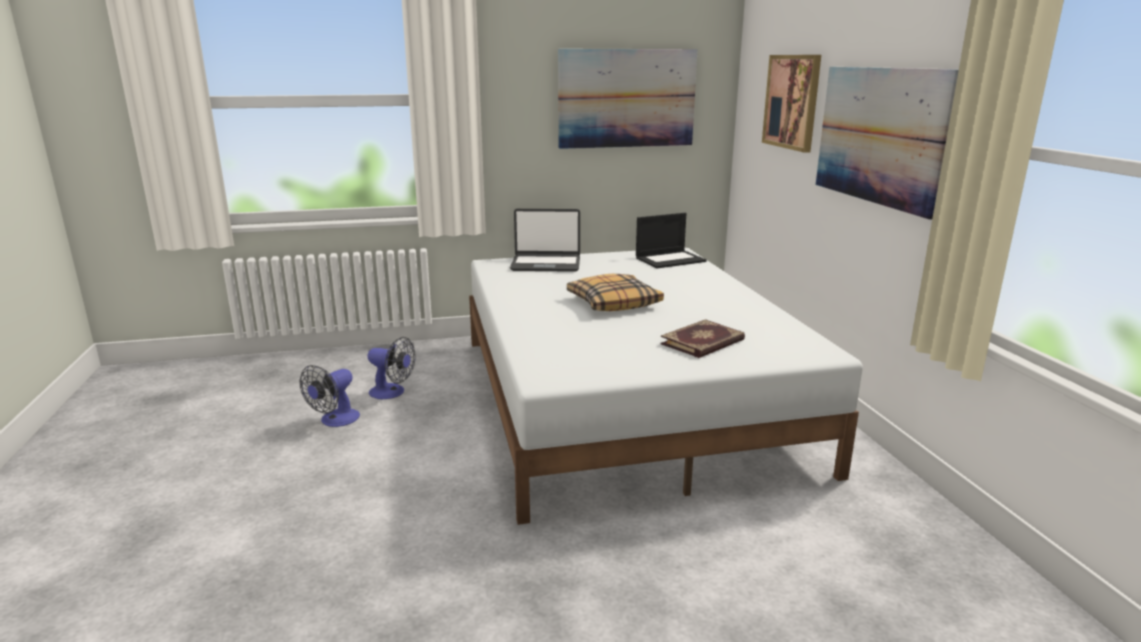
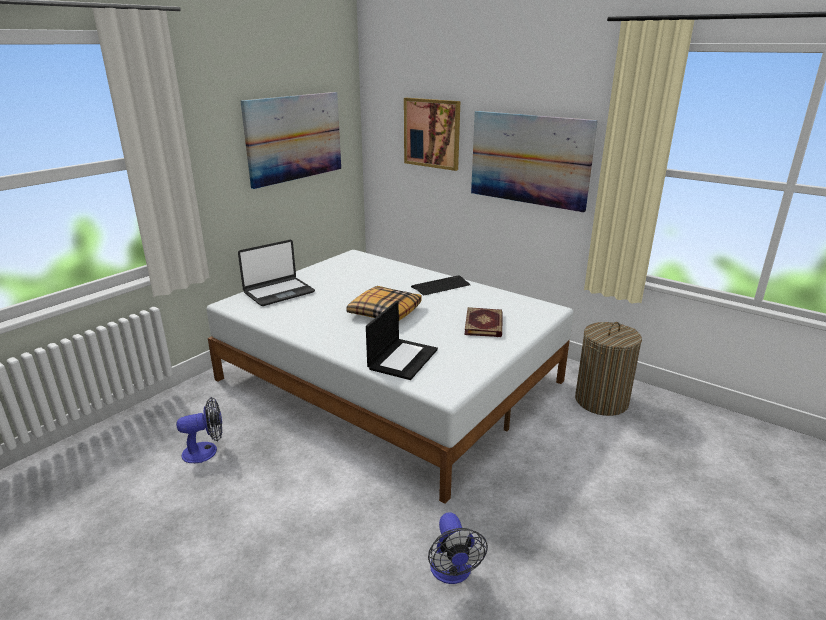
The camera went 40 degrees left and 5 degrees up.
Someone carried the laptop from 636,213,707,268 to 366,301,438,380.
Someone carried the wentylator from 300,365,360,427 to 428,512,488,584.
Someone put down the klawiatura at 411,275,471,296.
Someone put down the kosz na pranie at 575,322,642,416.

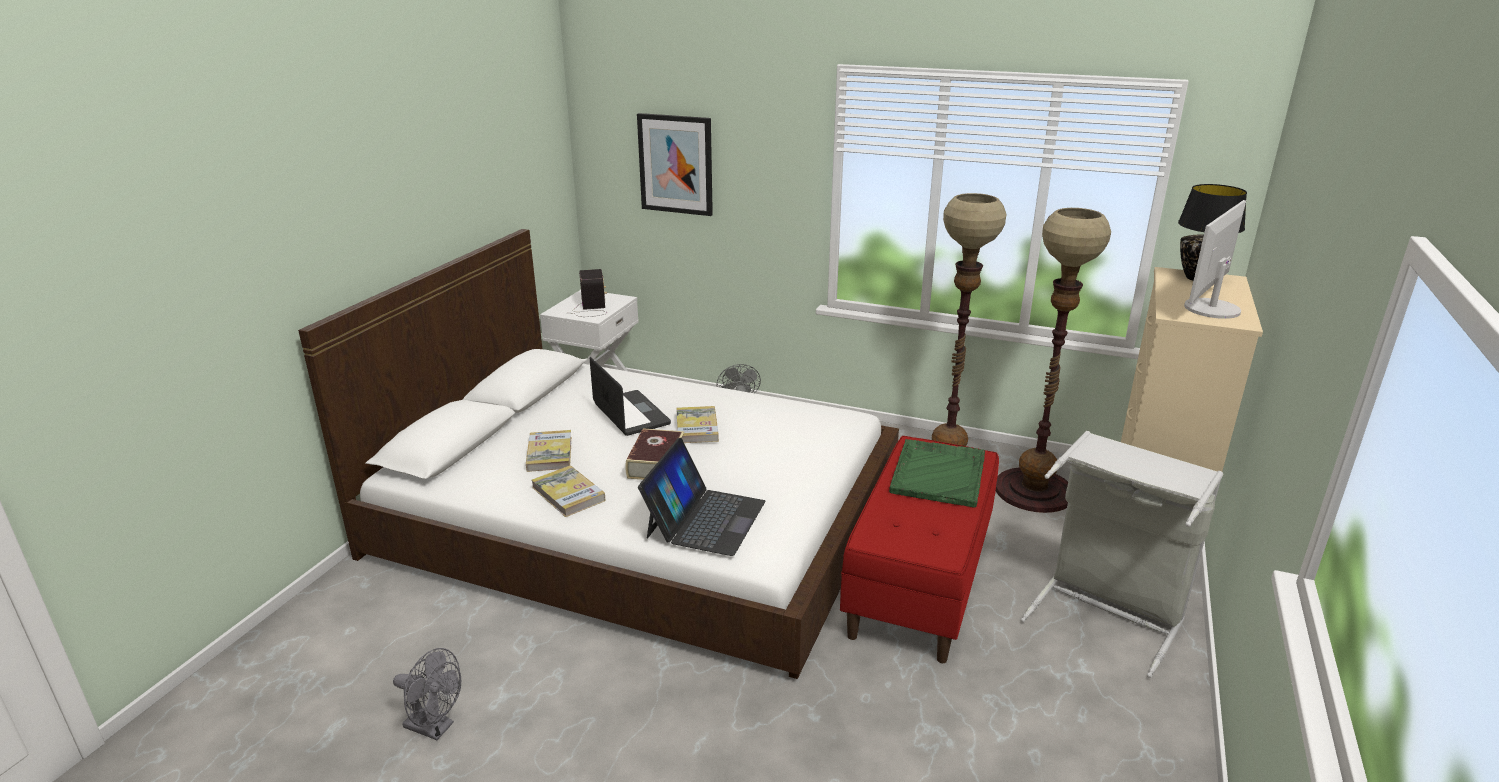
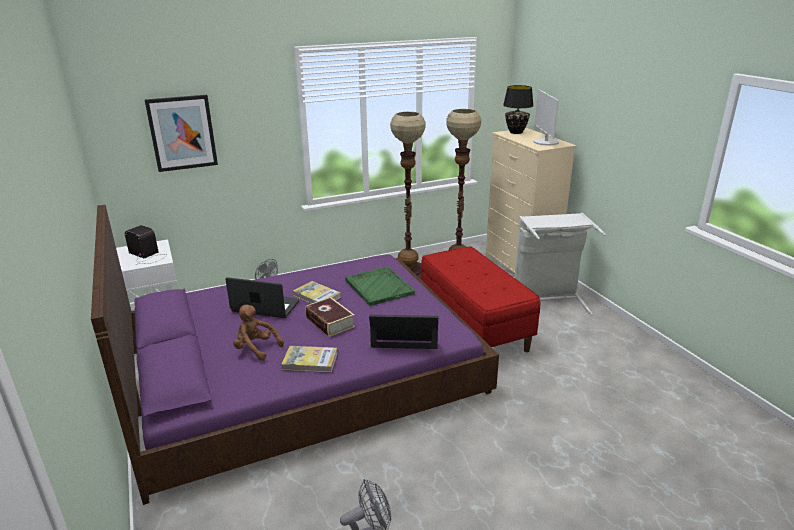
The camera went 45 degrees left and 0 degrees up.
Someone repainted the łóżko [biały] at 298,229,899,679, which became the łóżko [fioletowy] at 91,205,499,505.
Someone swapped the książka at 526,430,572,472 for the pluszak [brązowy] at 233,305,284,361.
Someone rotated the laptop at 638,438,766,556 by 60 degrees counterclockwise.
Someone carried the taca [zielony] from 889,439,985,508 to 345,266,415,306.

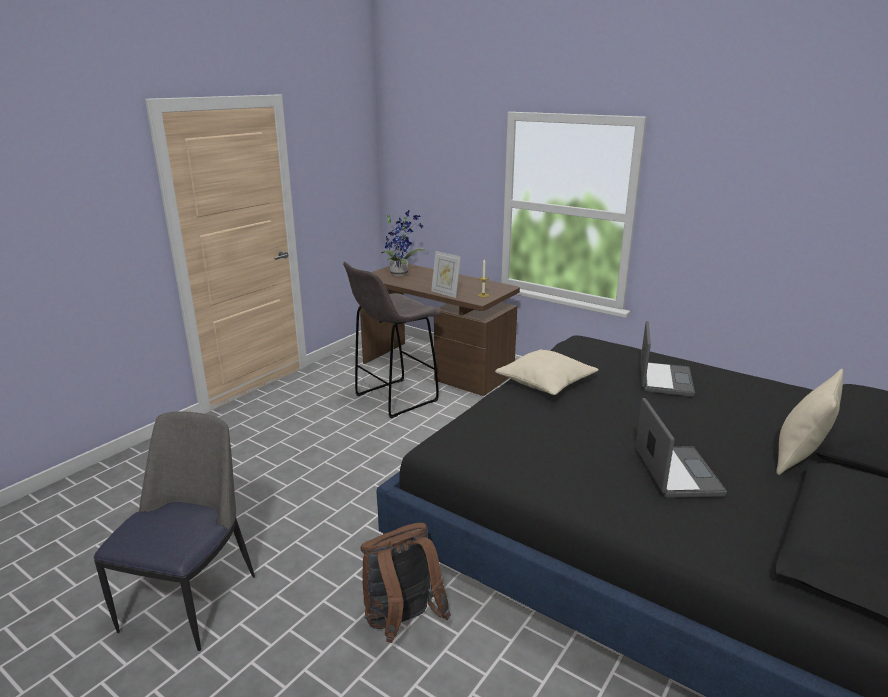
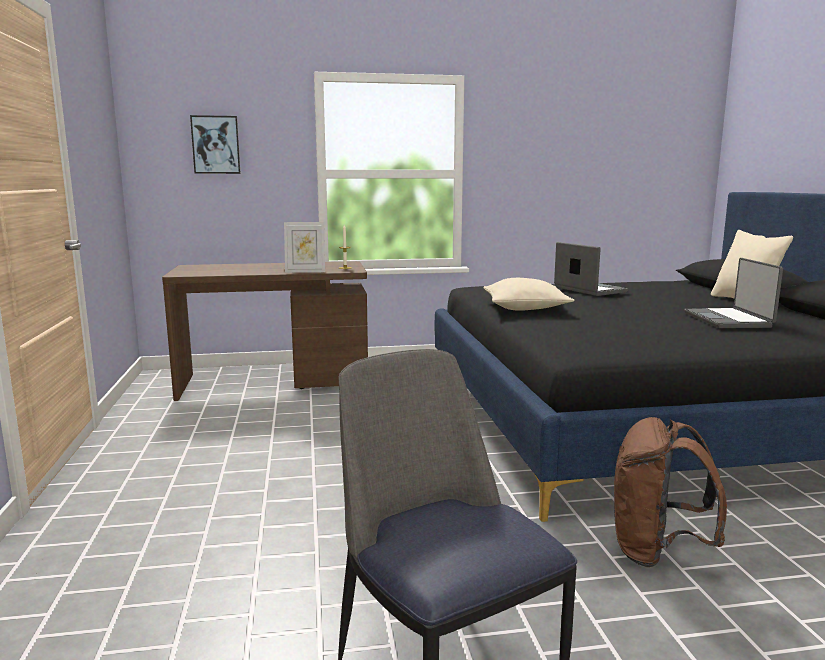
The camera went 45 degrees left and 10 degrees down.
Someone took away the roślina doniczkowa at 381,210,425,276.
Someone took away the stołek [szary] at 343,262,441,419.
Someone rotated the laptop at 635,398,727,498 by 135 degrees counterclockwise.
Someone put up the obraz at 190,115,241,174.

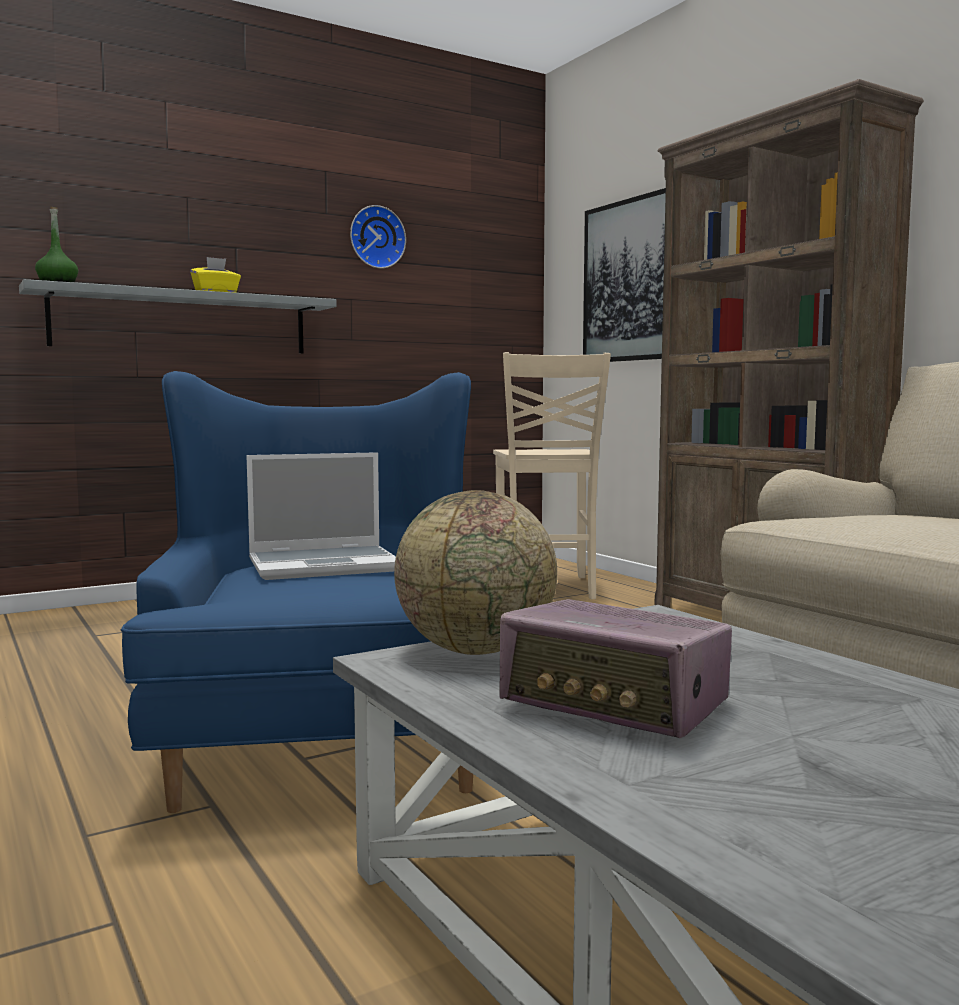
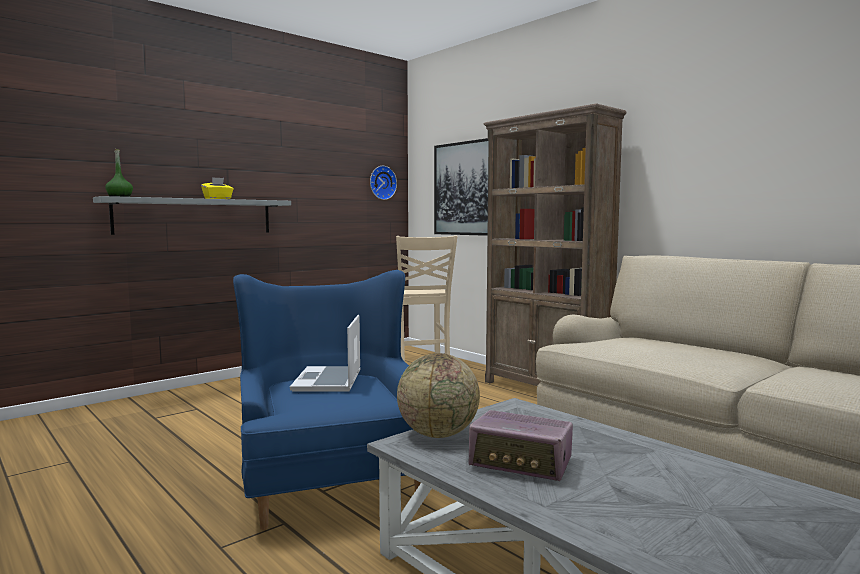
The camera went 10 degrees left and 0 degrees up.
Someone carried the zegar ścienny from 350,205,406,268 to 370,166,397,200.
Someone rotated the laptop at 246,452,396,580 by 120 degrees clockwise.

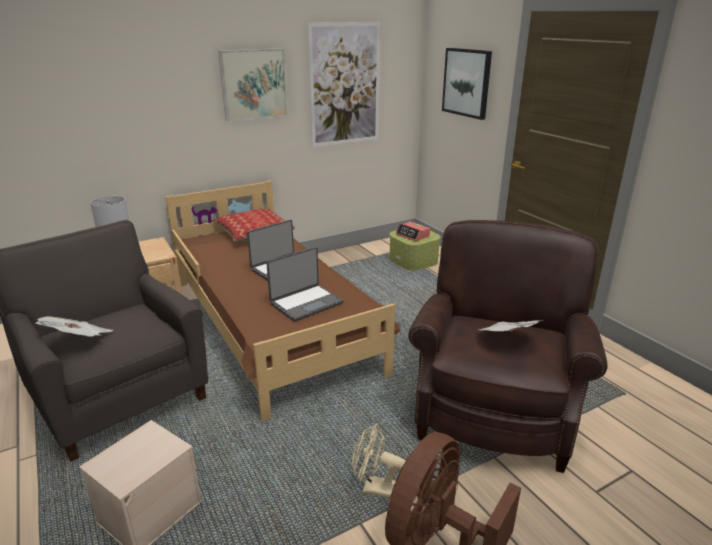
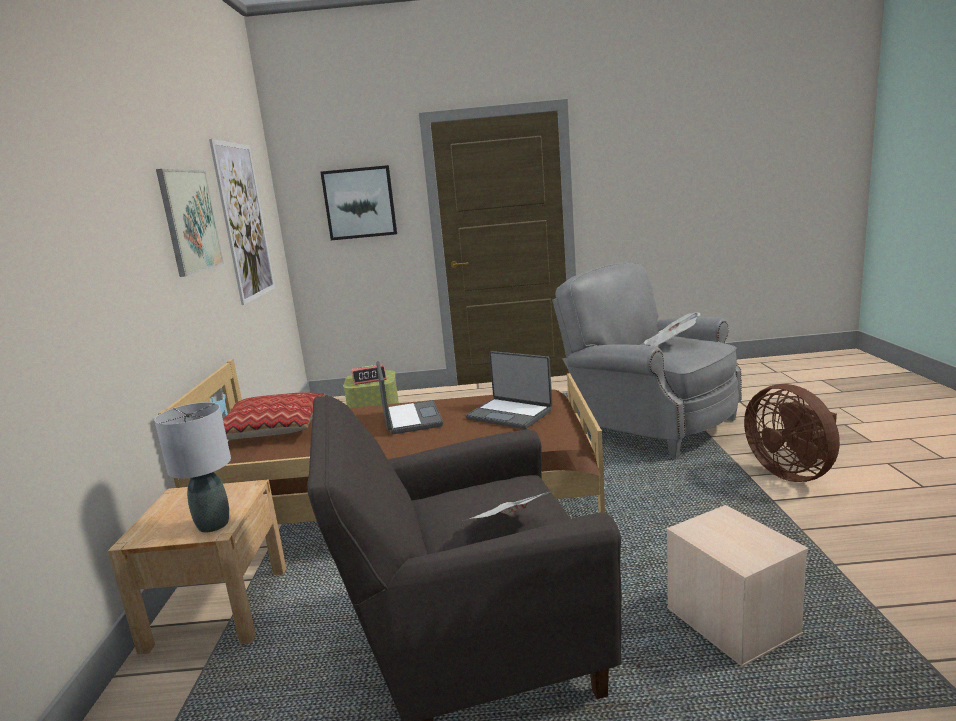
The camera went 60 degrees left and 10 degrees down.
Someone repainted the fotel [brązowy] at 408,220,608,473, which became the fotel [szary] at 552,262,742,459.
Someone rotated the laptop at 266,247,343,322 by 135 degrees clockwise.
Someone took away the wentylator [beżowy] at 352,424,406,498.

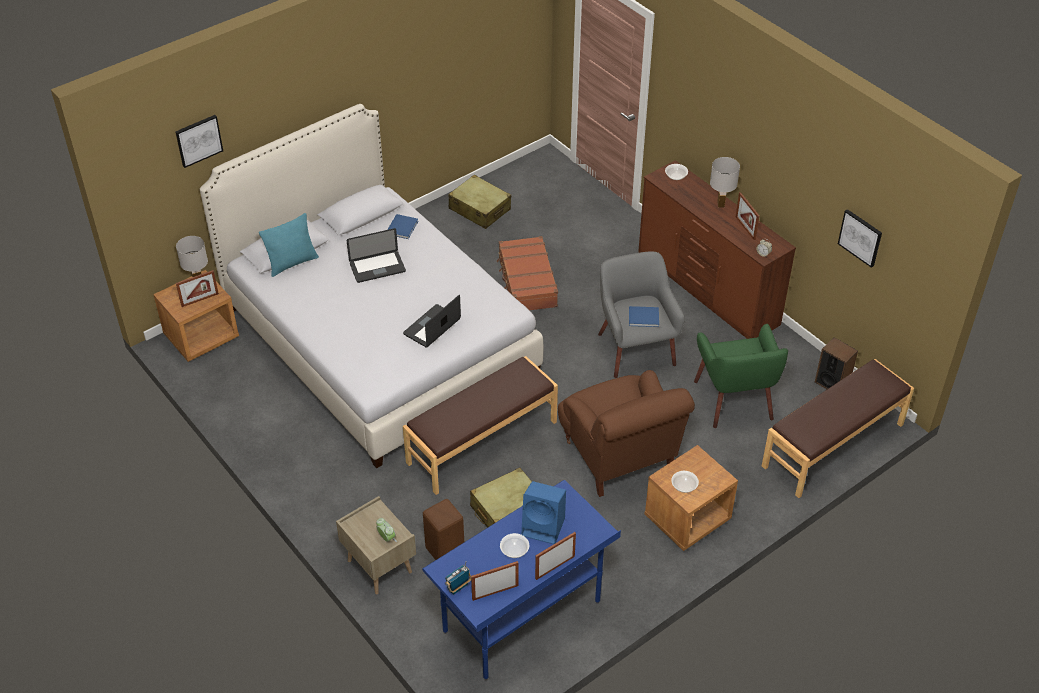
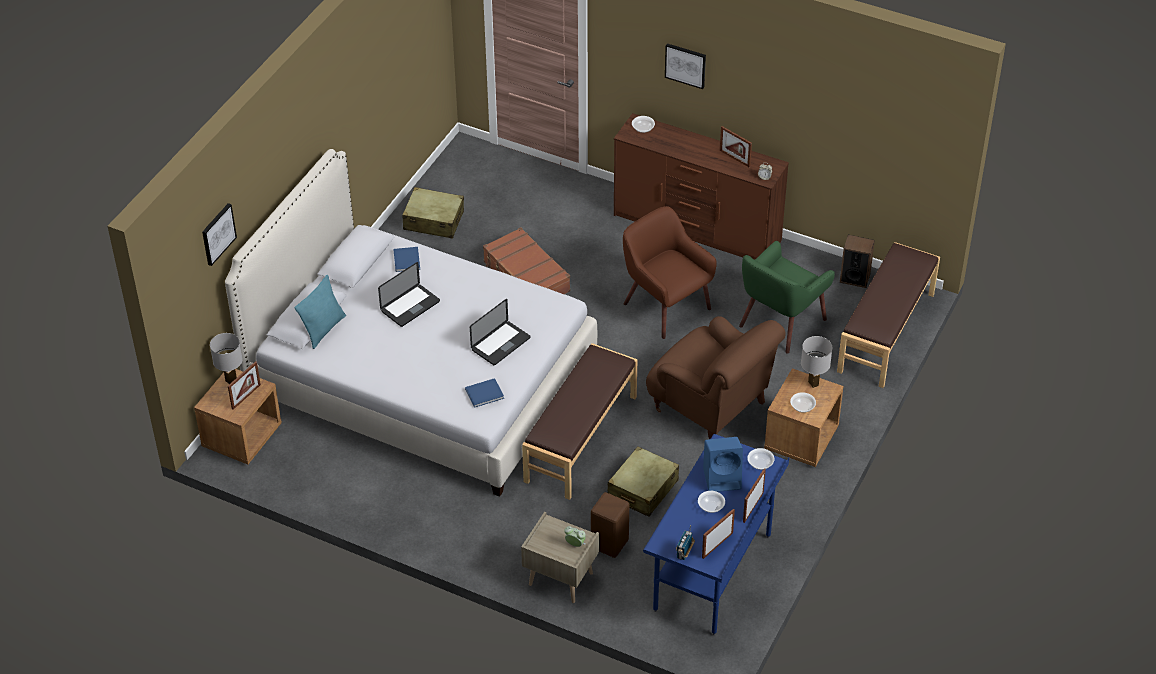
The camera went 25 degrees left and 0 degrees up.
Someone carried the lampa stołowa [biały] from 710,157,740,207 to 801,336,832,388.
Someone carried the obraz from 838,209,882,268 to 665,43,706,89.
Someone repainted the fotel [szary] at 598,251,685,378, which became the fotel [brązowy] at 623,206,717,339.
Someone rotated the laptop at 403,295,461,348 by 150 degrees counterclockwise.
Someone carried the książka [niebieski] from 629,306,659,327 to 465,378,504,408.
Someone rotated the fotel [zielony] at 694,324,788,428 by 75 degrees clockwise.
Someone put down the miska at 747,448,775,470.

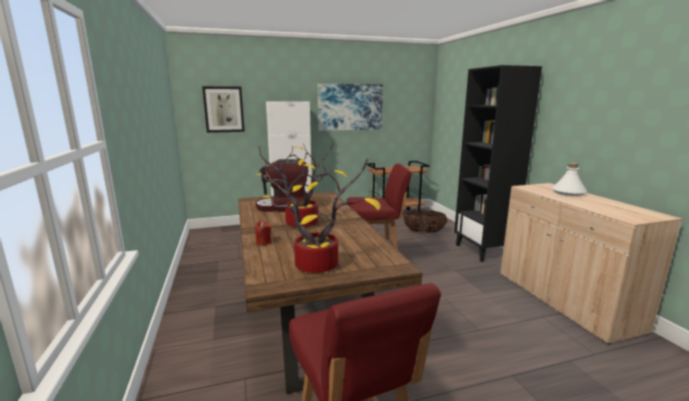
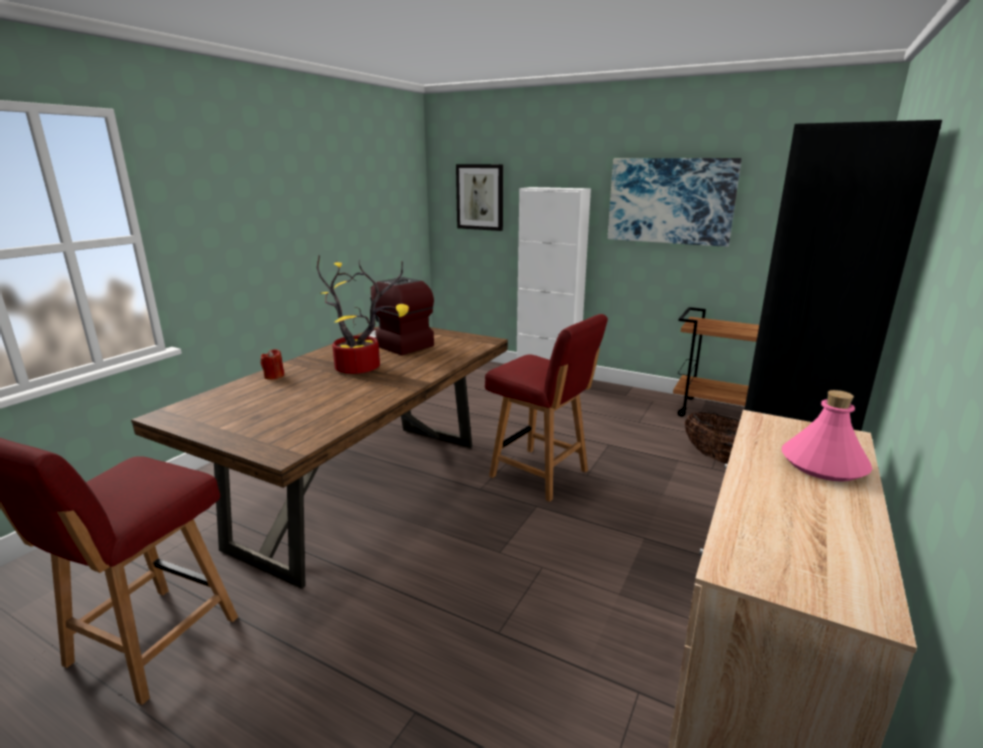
The camera went 45 degrees right and 5 degrees up.
Someone took away the roślina doniczkowa at 260,159,380,273.
Someone repainted the butelka [biały] at 552,163,587,196, which became the butelka [różowy] at 782,390,872,482.

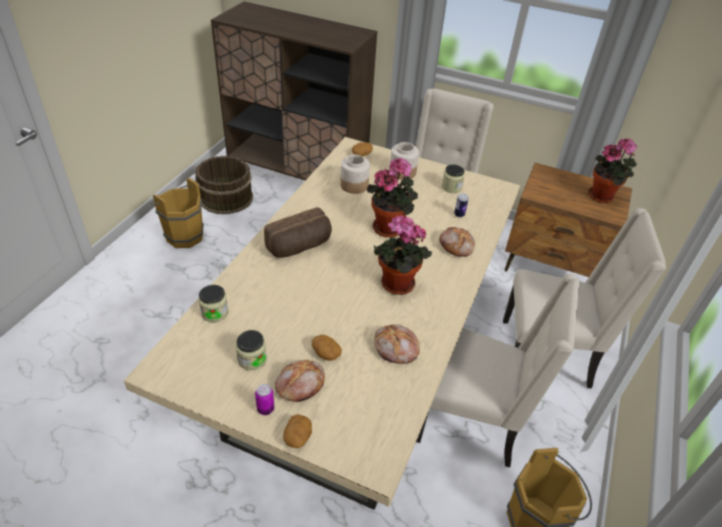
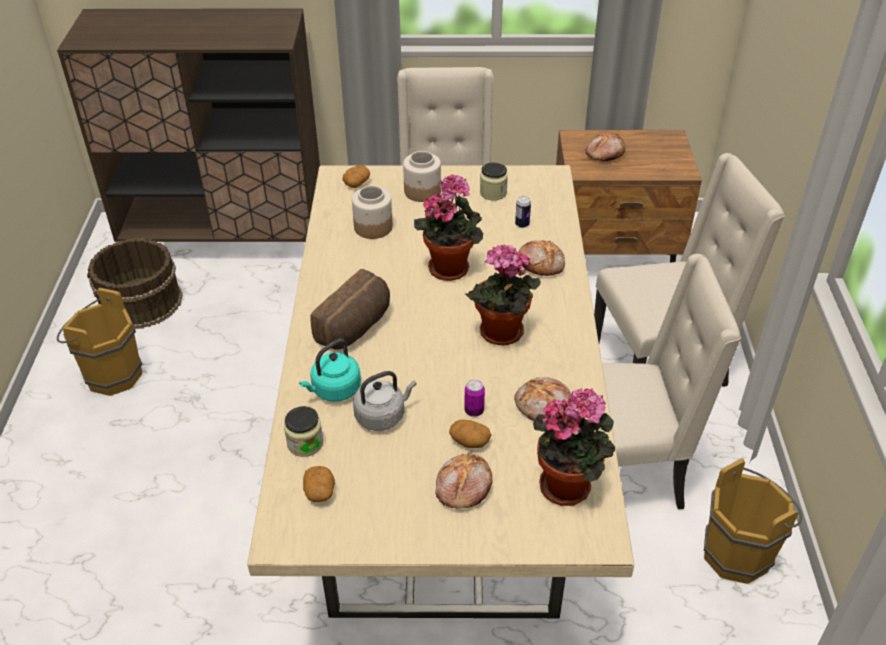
The camera went 20 degrees left and 0 degrees up.
Someone carried the roślina doniczkowa from 588,138,637,203 to 533,388,615,506.
Someone took away the słoik at 236,330,267,371.
Someone carried the puszka from 255,384,274,415 to 464,380,485,417.
Someone carried the ziemniak from 283,414,312,448 to 303,466,335,502.
Someone put down the chleb at 586,133,625,161.
Someone put down the czajnik [turkusowy] at 299,339,361,402.
Someone put down the czajnik [szary] at 353,371,417,431.

